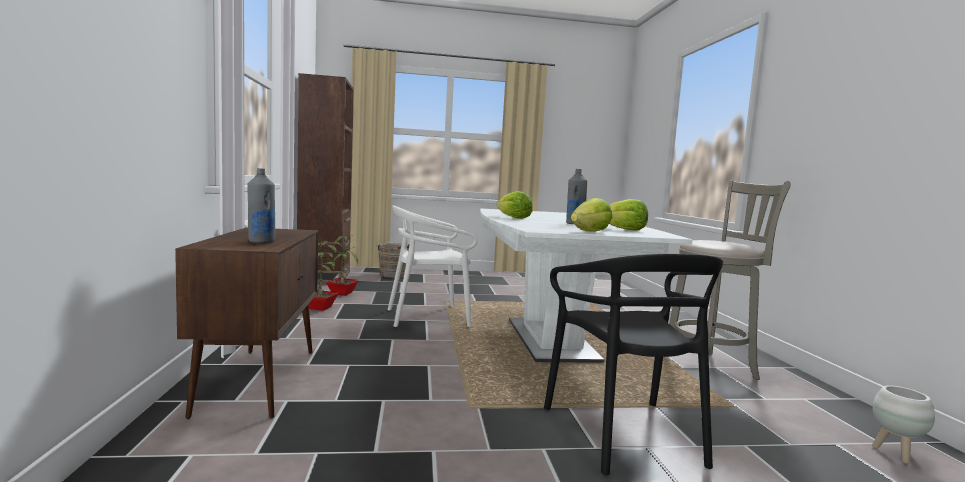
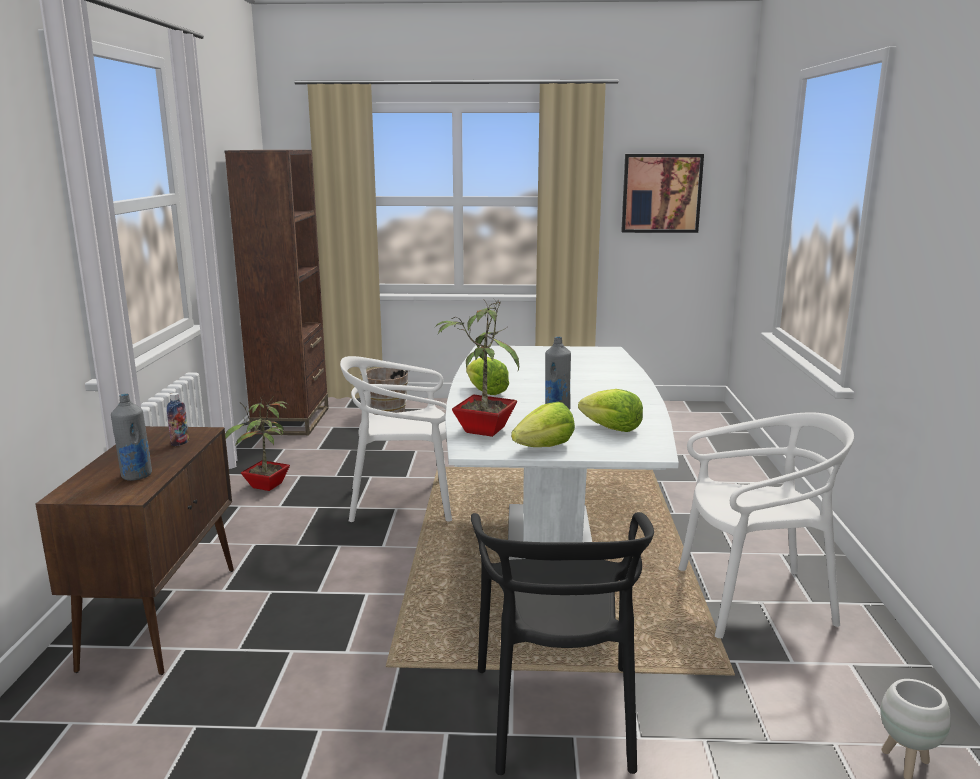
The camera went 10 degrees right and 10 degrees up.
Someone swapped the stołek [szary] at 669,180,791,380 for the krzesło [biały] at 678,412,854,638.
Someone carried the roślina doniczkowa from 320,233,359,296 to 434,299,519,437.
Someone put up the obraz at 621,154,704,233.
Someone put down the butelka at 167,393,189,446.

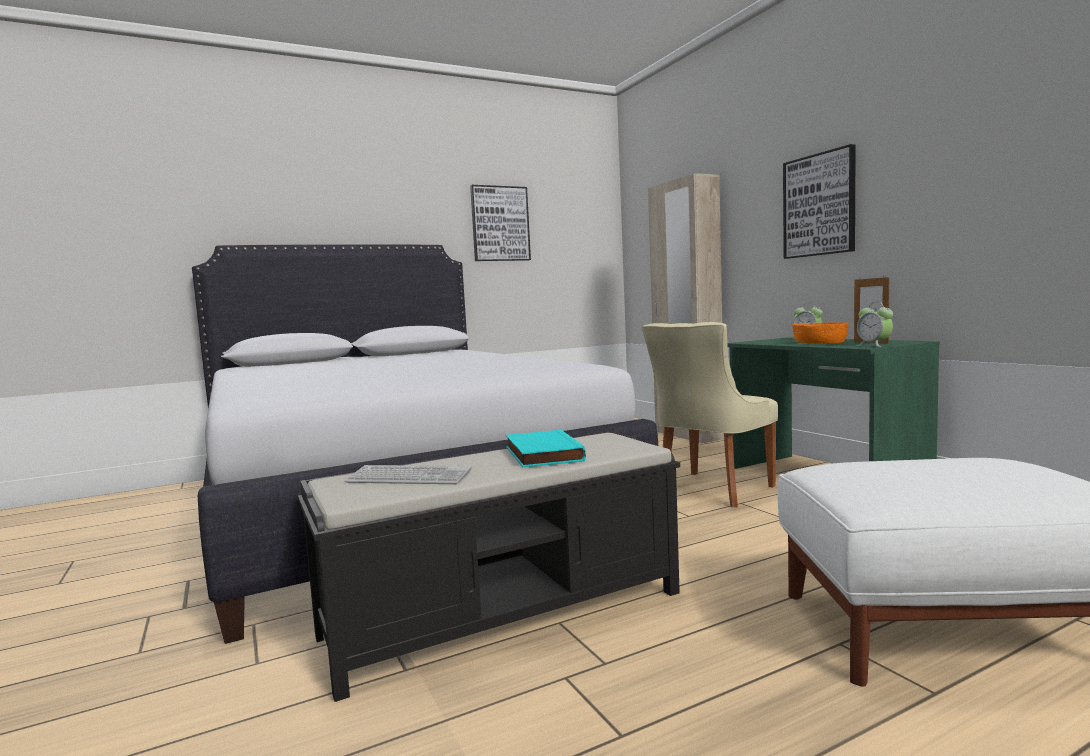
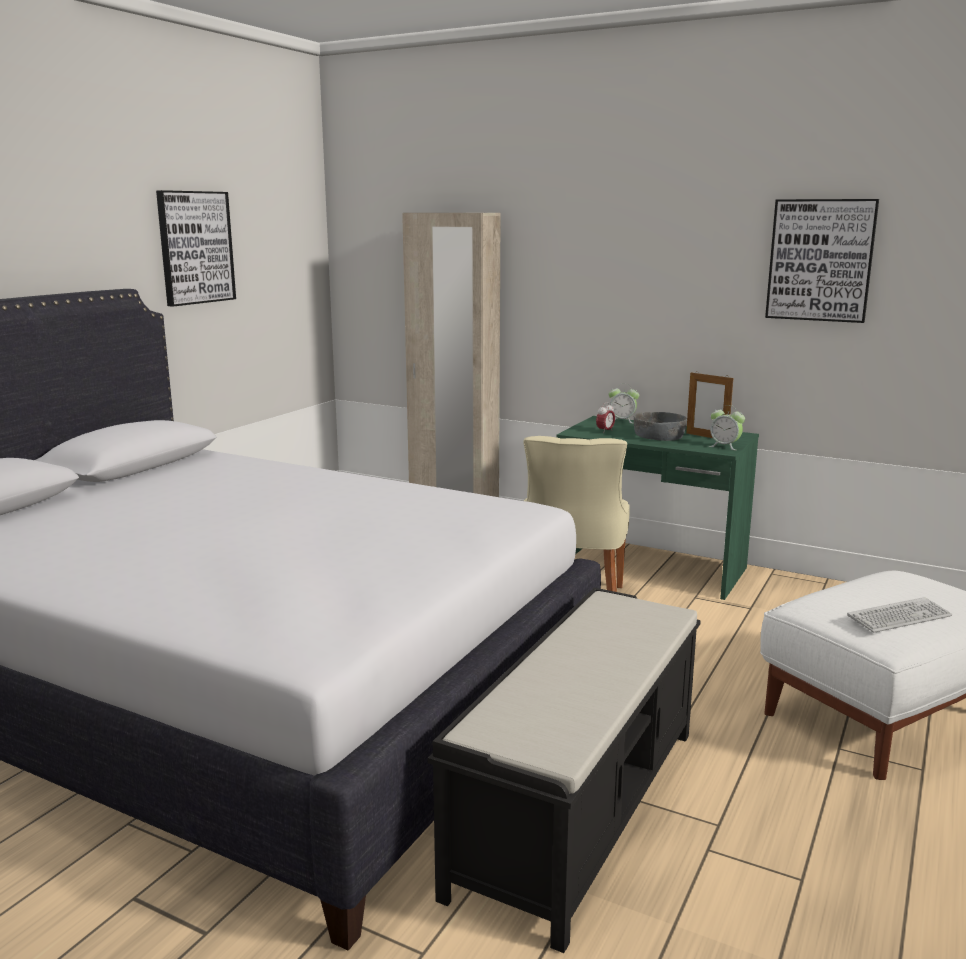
The camera went 35 degrees left and 10 degrees up.
Someone carried the obraz from 783,144,856,259 to 765,199,879,323.
Someone repainted the miska [pomarańczowy] at 792,322,849,344, which became the miska [szary] at 634,412,687,441.
Someone took away the książka [turkusowy] at 506,429,586,467.
Someone carried the klawiatura from 345,465,472,484 to 847,597,952,633.
Someone put down the budzik at 596,402,615,431.

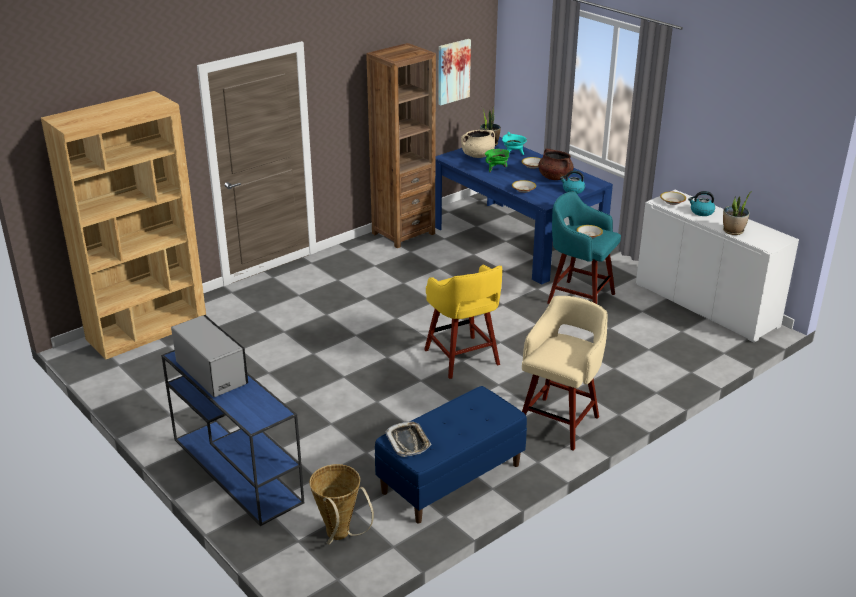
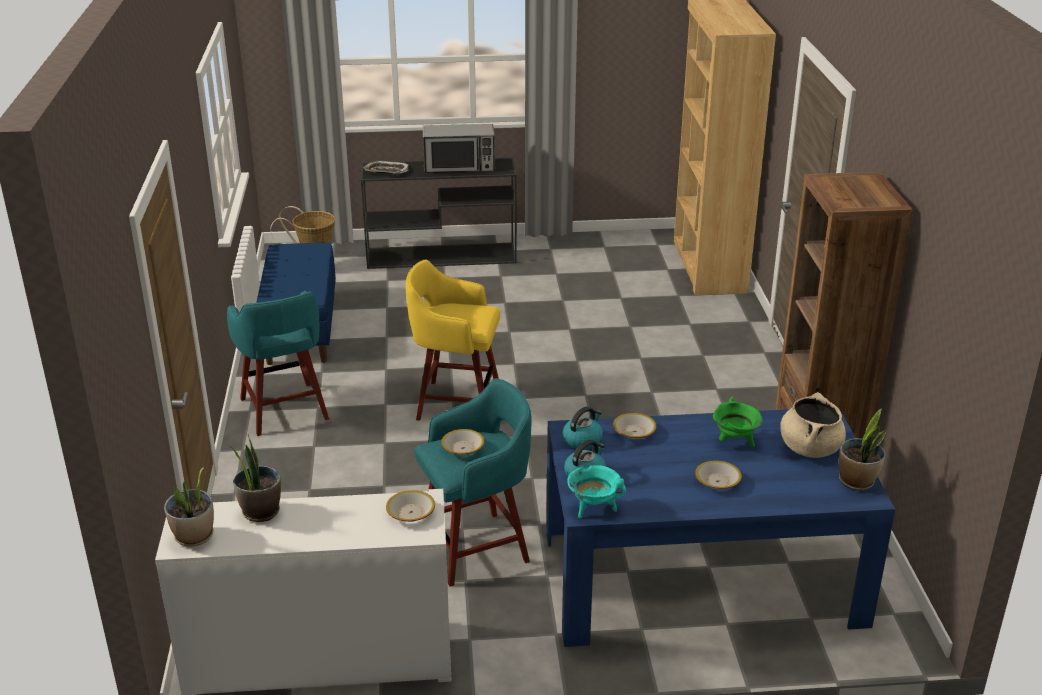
The camera went 125 degrees right and 0 degrees up.
Someone took away the obraz at 438,39,471,105.
Someone carried the garnek [turkusowy] from 502,132,527,155 to 567,465,626,518.
Someone took away the garnek [brązowy] at 538,148,574,180.
Someone carried the czajnik from 688,191,715,216 to 563,406,603,450.
Someone repainted the stołek [beżowy] at 522,296,608,451, which became the stołek [turkusowy] at 227,291,329,436.
Someone repainted the stolik konsolowy [niebieski] at 161,350,304,526, which became the stolik konsolowy [czarny] at 361,158,517,269.
Someone carried the taca from 385,421,432,457 to 364,161,409,175.
Someone put down the roślina doniczkowa at 164,468,214,547.

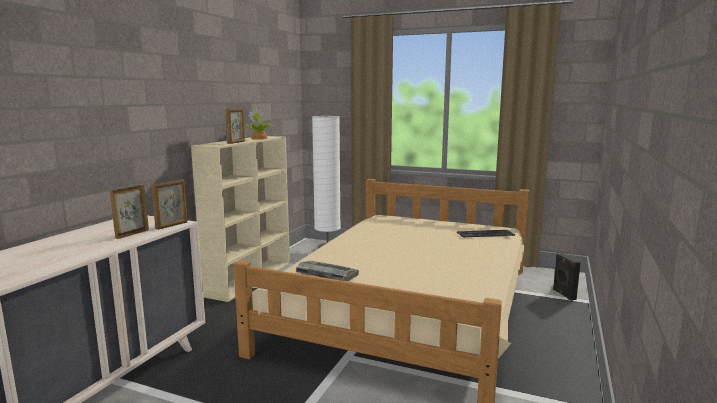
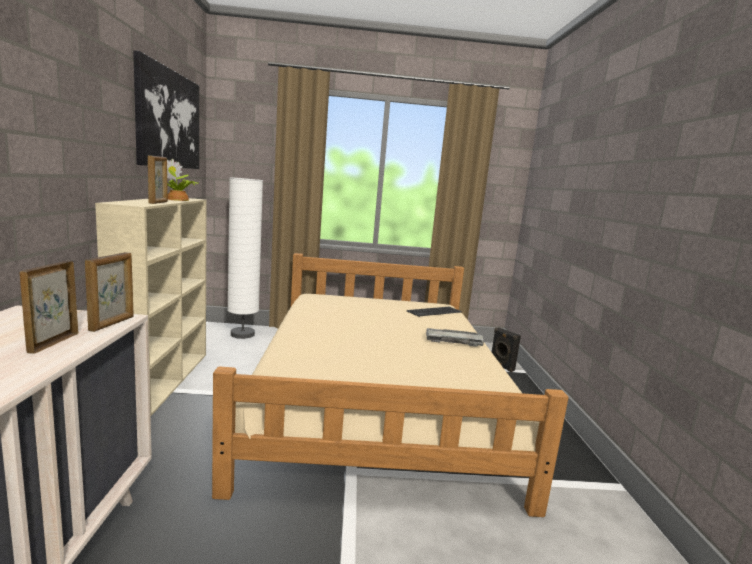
The camera went 25 degrees left and 0 degrees up.
Someone carried the klawiatura from 296,261,359,281 to 426,328,484,347.
Someone put up the obraz at 133,51,199,169.

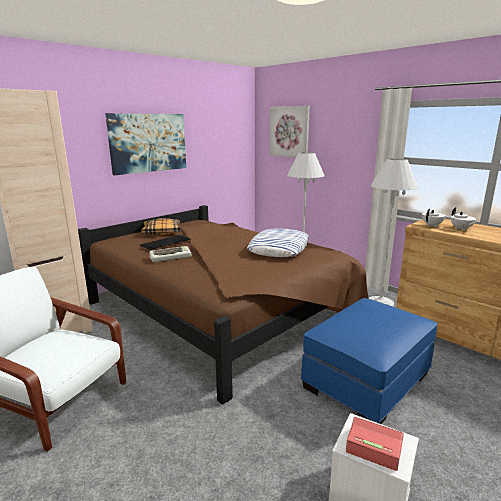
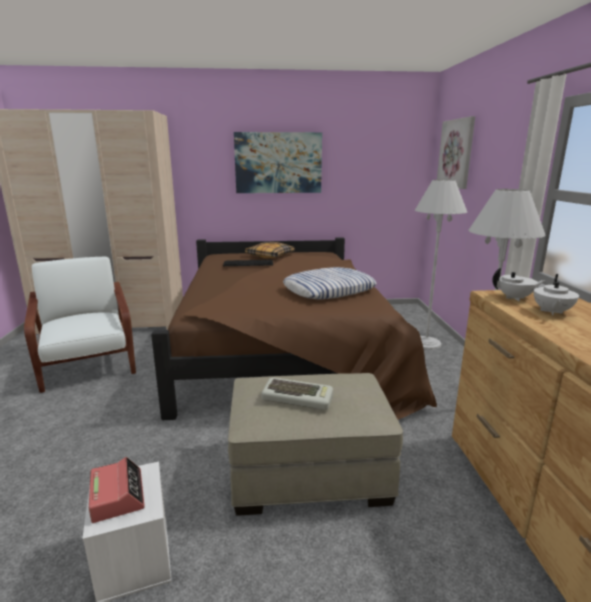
The camera went 40 degrees right and 0 degrees up.
Someone carried the klawiatura from 149,246,191,262 to 261,377,333,410.
Someone repainted the pufa [niebieski] at 301,298,438,424, which became the pufa [beżowy] at 228,373,403,516.

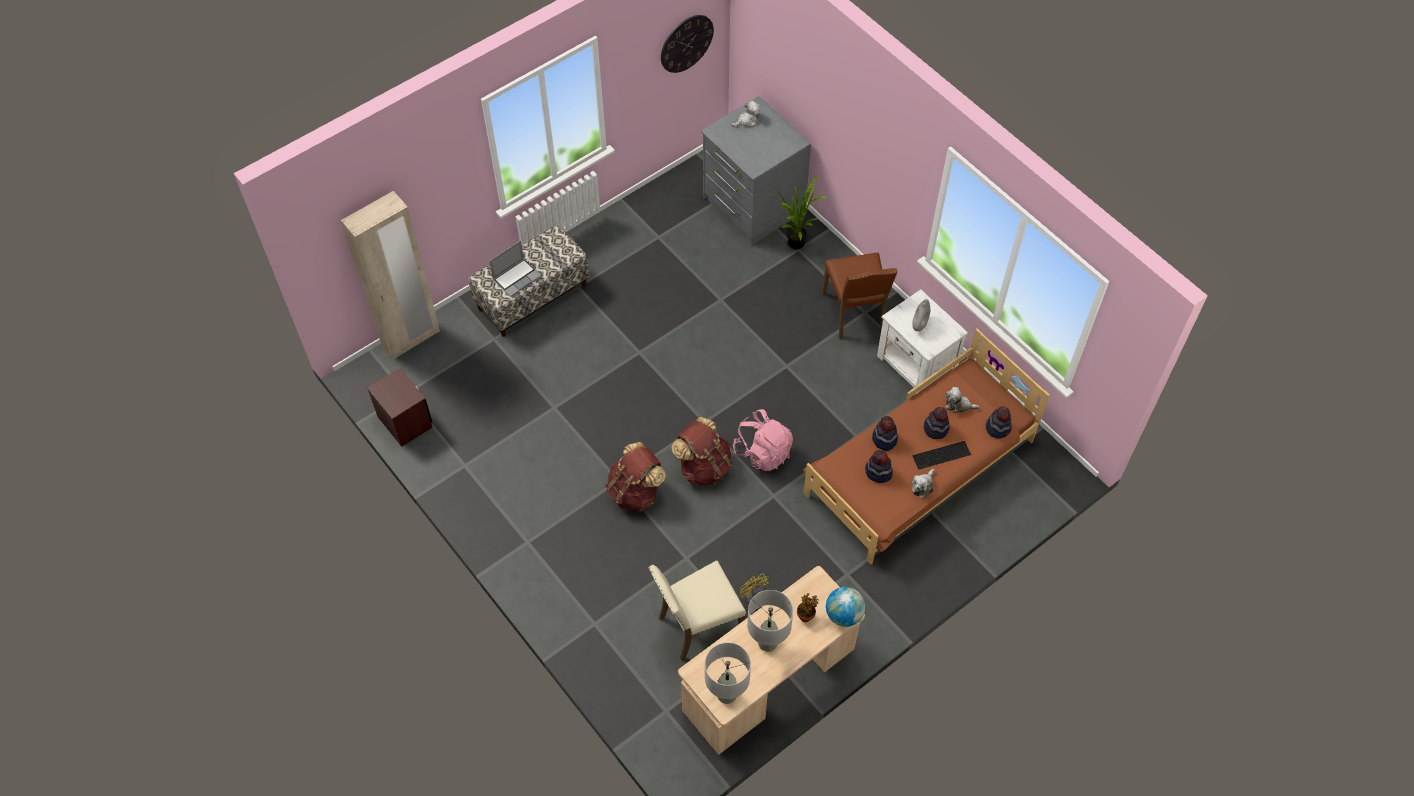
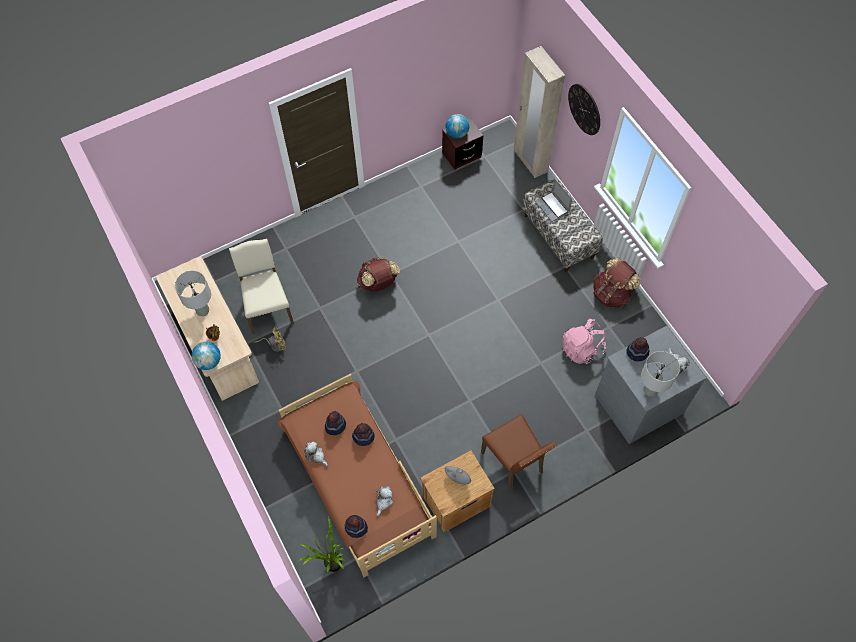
The camera went 100 degrees right and 5 degrees up.
Someone carried the zegar ścienny from 661,15,714,73 to 568,84,600,135.
Someone carried the roślina doniczkowa from 773,176,827,250 to 299,517,345,572.
Someone rotated the krzesło [brązowy] at 822,252,898,339 by 120 degrees counterclockwise.
Someone repainted the szafka nocna [biały] at 877,289,968,394, which became the szafka nocna [brązowy] at 420,450,495,533.
Someone carried the kapelusz from 924,407,950,439 to 626,337,649,361.
Someone carried the plecak [różowy] from 733,409,793,471 to 563,319,606,364.
Someone carried the plecak [brązowy] from 671,417,732,486 to 593,258,641,308.
Someone took away the klawiatura at 912,441,971,469.
Someone carried the lampa stołowa [szary] from 705,642,751,704 to 641,351,680,397.
Someone put down the globus at 445,114,469,138.

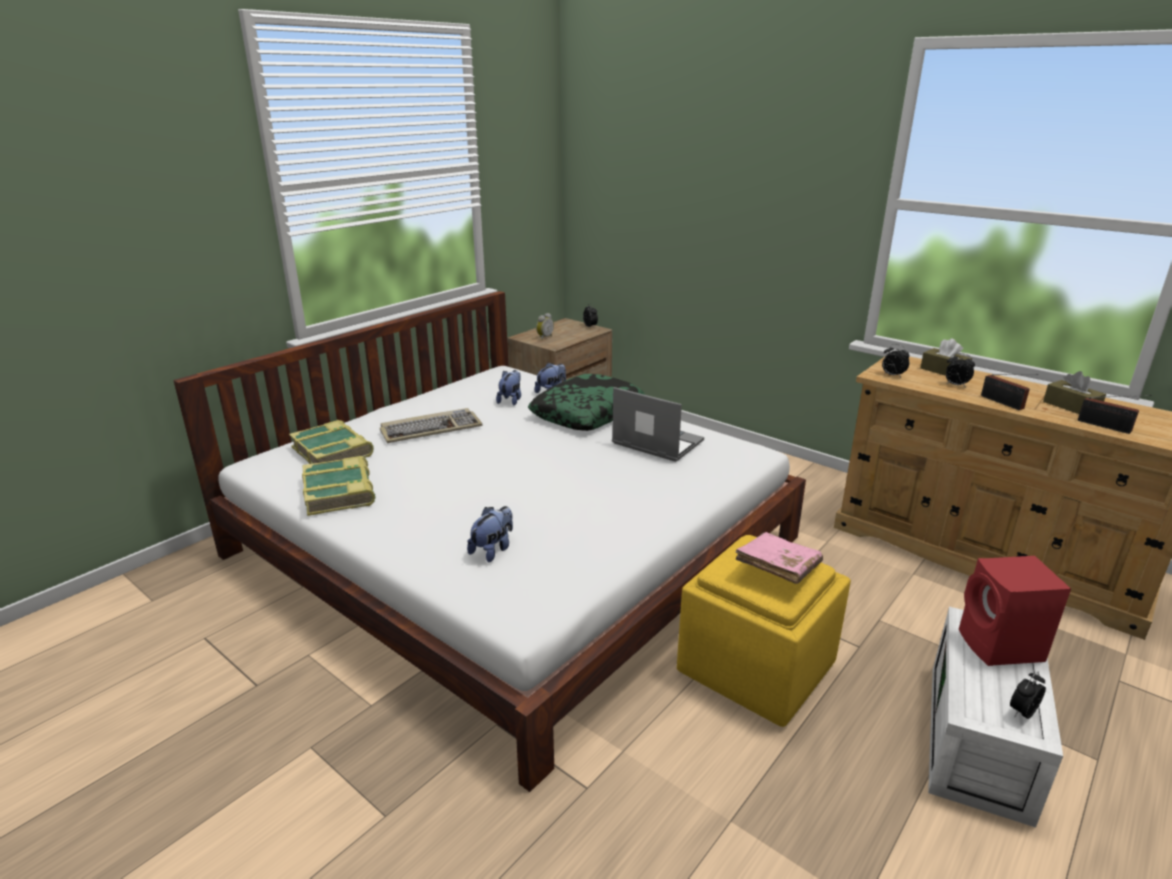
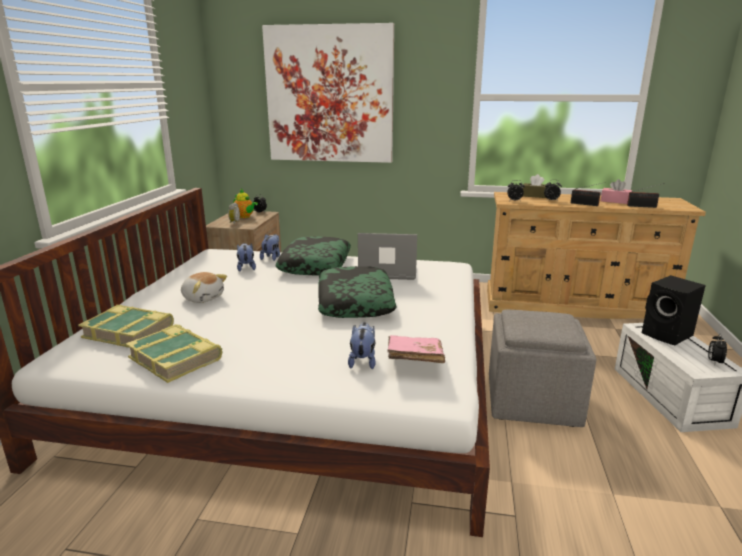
The camera went 30 degrees left and 5 degrees down.
Someone repainted the pudełko chusteczek [brązowy] at 1043,371,1106,414, which became the pudełko chusteczek [różowy] at 601,179,632,204.
Someone swapped the klawiatura at 380,408,483,443 for the pluszak at 181,272,227,303.
Someone carried the książka [różowy] from 735,532,823,584 to 387,335,445,363.
Someone repainted the pufa [żółty] at 677,535,851,727, which became the pufa [szary] at 489,310,596,427.
Someone repainted the głośnik [czerwony] at 959,556,1071,666, which became the głośnik [czarny] at 642,275,706,345.
Someone put up the obraz at 262,23,394,163.
Someone put down the imbryk at 233,189,258,218.
Someone put down the poduszka at 318,266,397,318.

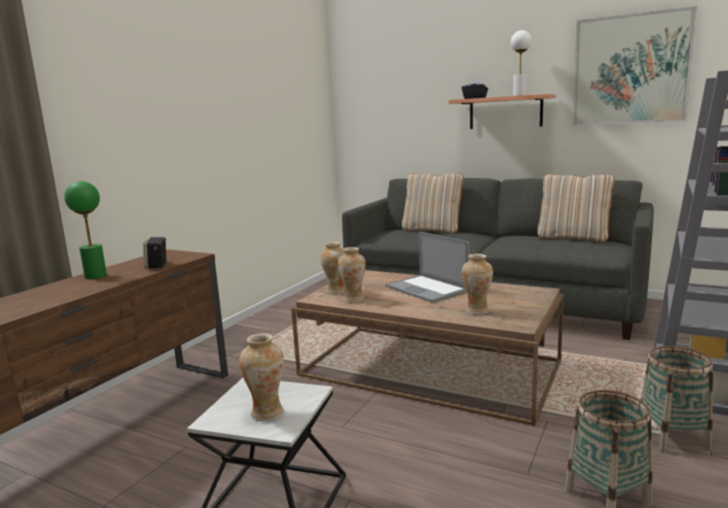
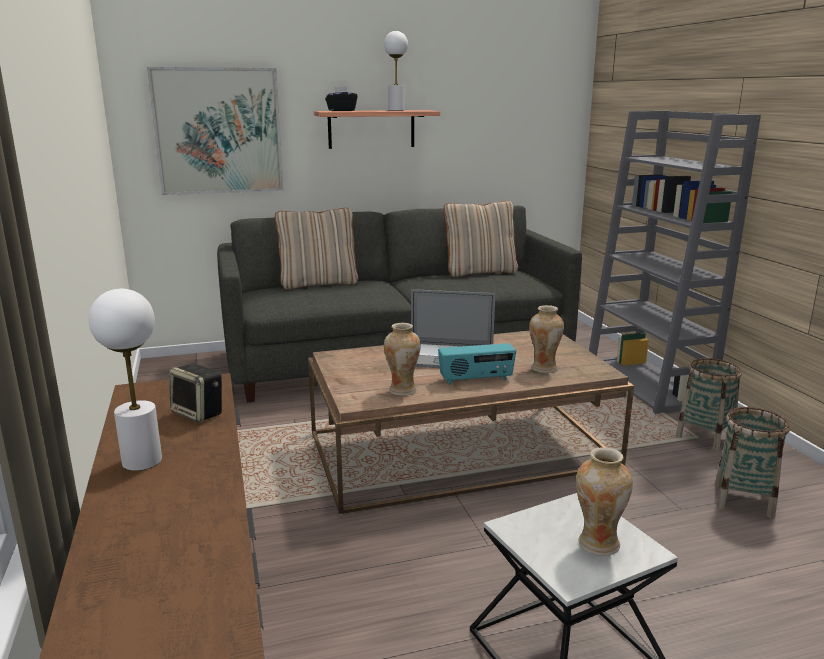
The camera went 45 degrees left and 5 degrees up.
Someone carried the obraz from 572,6,697,125 to 147,67,284,195.
Someone repainted the lampa stołowa [zielony] at 64,181,107,279, which became the lampa stołowa [biały] at 89,289,162,471.
Someone took away the wazon at 320,242,345,294.
Someone put down the radio at 438,343,516,384.

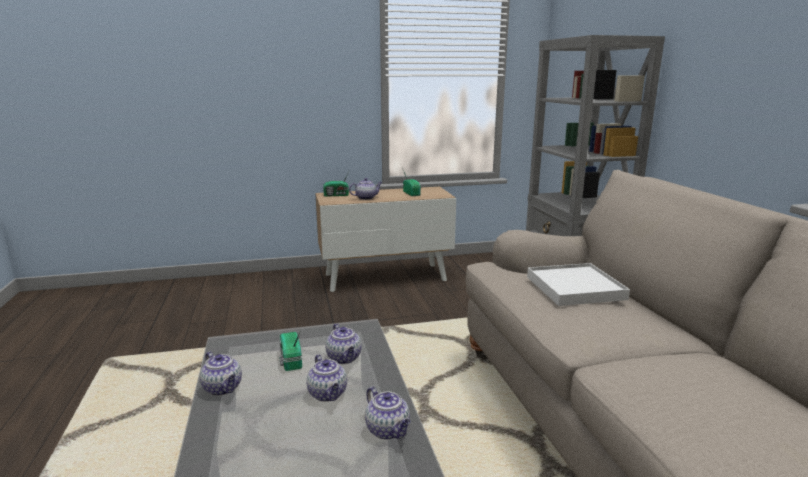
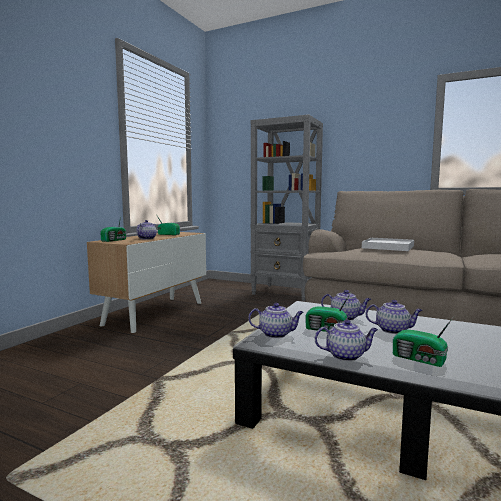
The camera went 50 degrees left and 10 degrees down.
Someone carried the imbryk from 365,386,410,440 to 248,303,304,338.
Someone put down the radio at 393,316,454,367.

